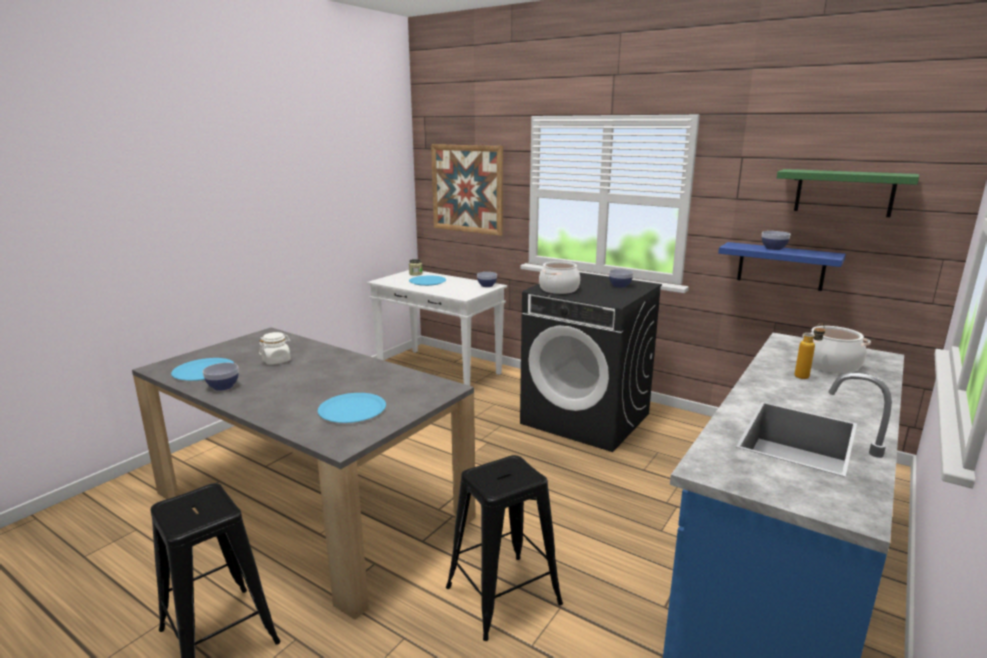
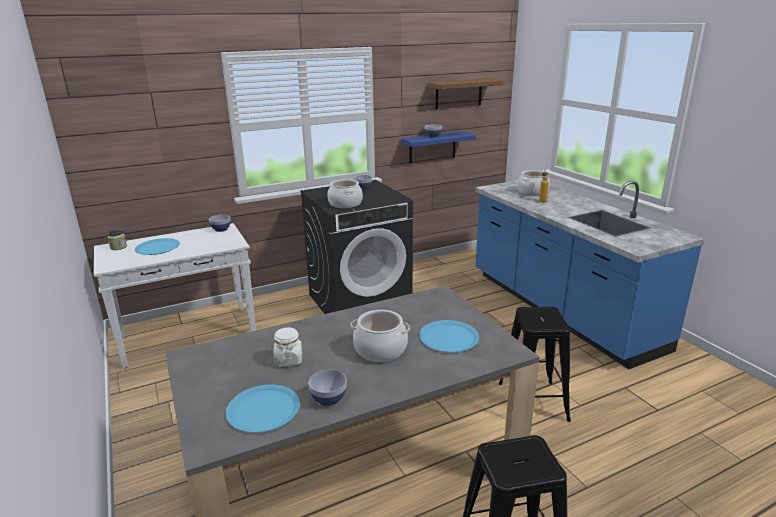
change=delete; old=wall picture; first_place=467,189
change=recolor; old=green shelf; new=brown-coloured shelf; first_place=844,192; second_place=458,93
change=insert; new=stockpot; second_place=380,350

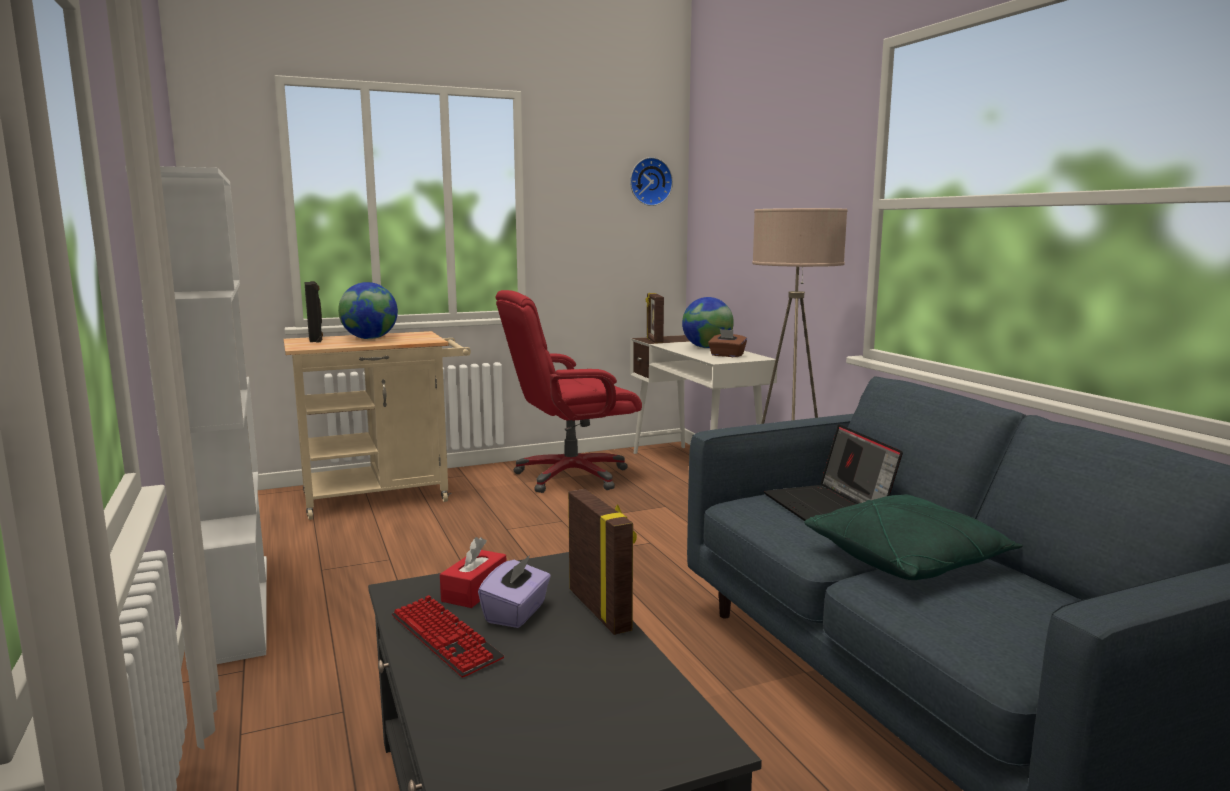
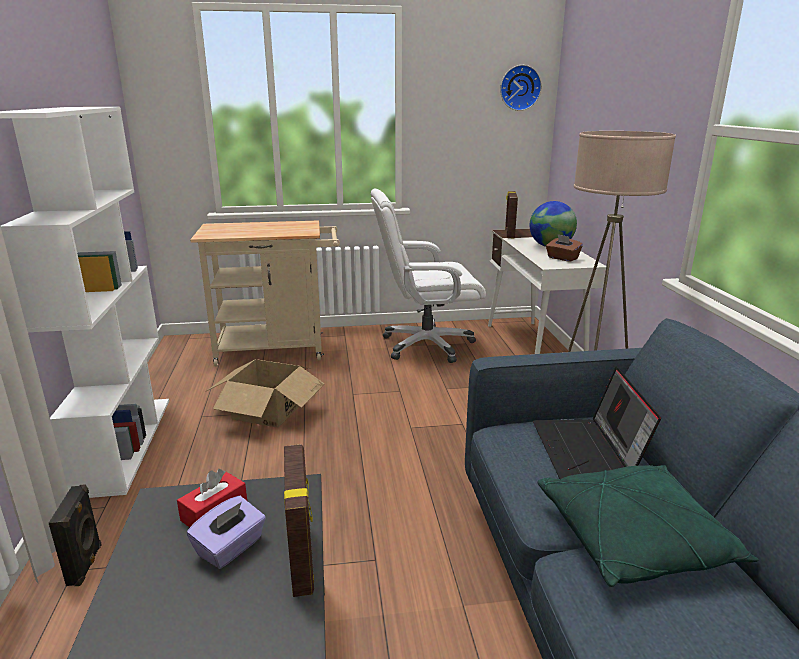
change=move; old=blackish loudspeaker; first_place=316,339; second_place=86,565
change=delete; old=world globe; first_place=370,338
change=delete; old=keyboard; first_place=445,638
change=recolor; old=reddish office chair; new=white office chair; first_place=570,476; second_place=426,345
change=insert; new=packing box; second_place=268,410

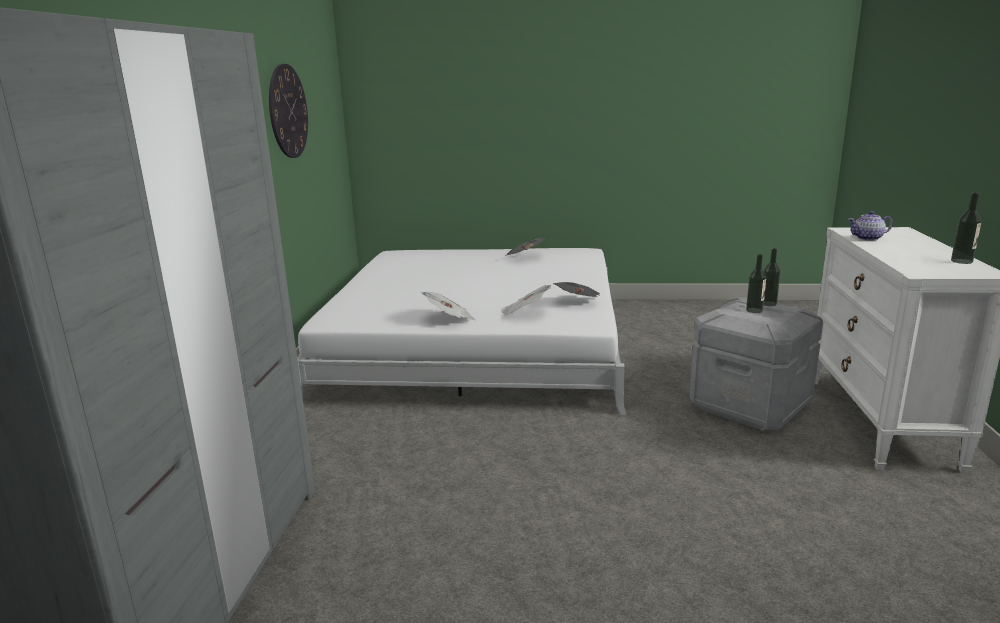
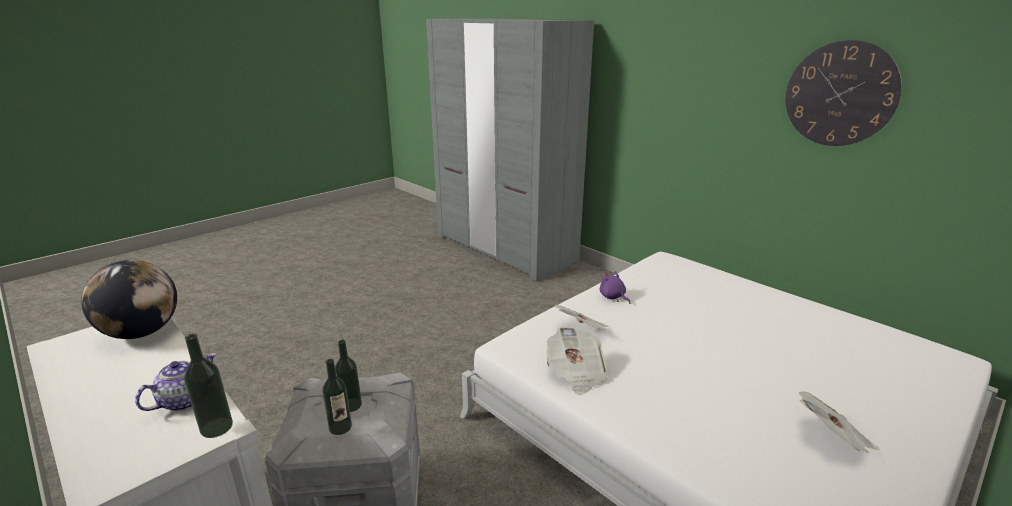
change=replace; old=newspaper; new=purplish cuddly toy; first_place=450,319; second_place=613,297
change=move; old=drink bottle; first_place=961,261; second_place=216,427
change=insert; new=world globe; second_place=142,332

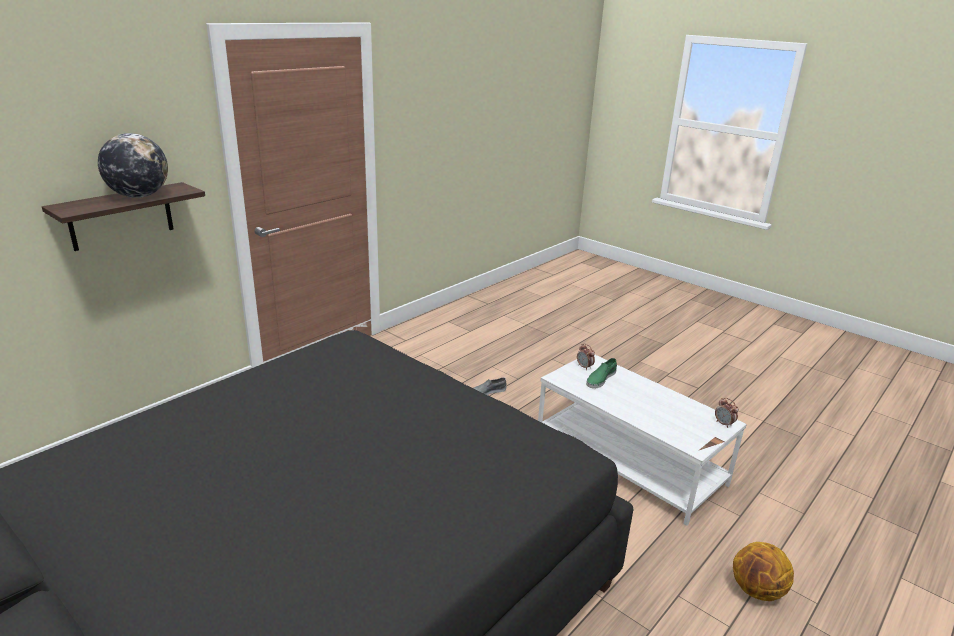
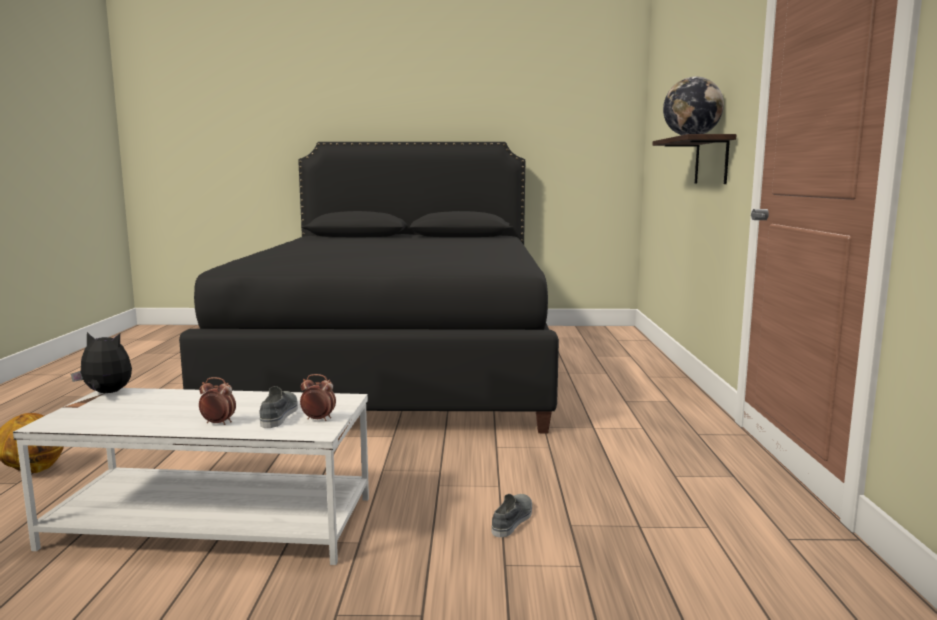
change=recolor; old=green low shoe; new=grey low shoe; first_place=600,379; second_place=279,414
change=move; old=table clock; first_place=724,424; second_place=218,423
change=insert; new=cuddly toy; second_place=106,393

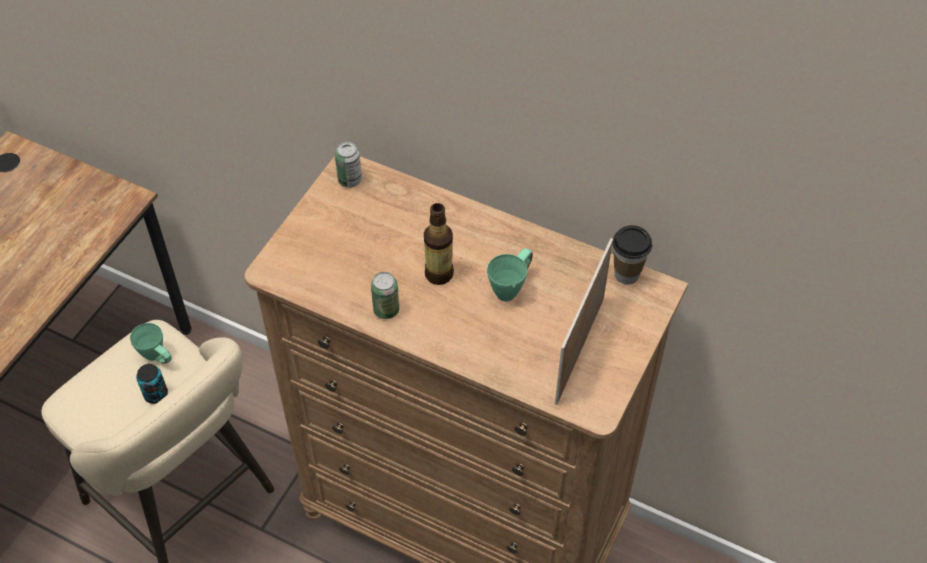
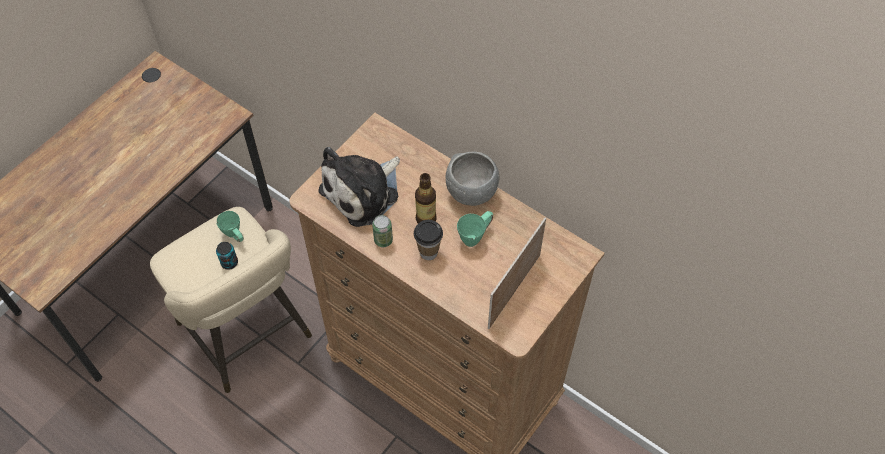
change=delete; old=metal can; first_place=350,180
change=move; old=small cup; first_place=626,274; second_place=428,252
change=insert; new=cuddly toy; second_place=363,191
change=insert; new=grey bowl; second_place=471,193

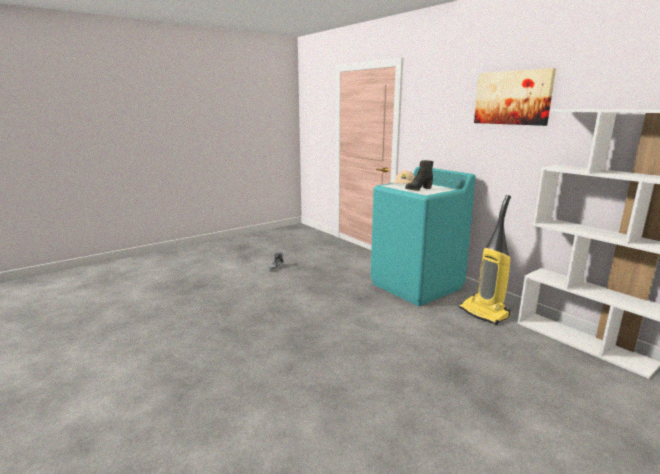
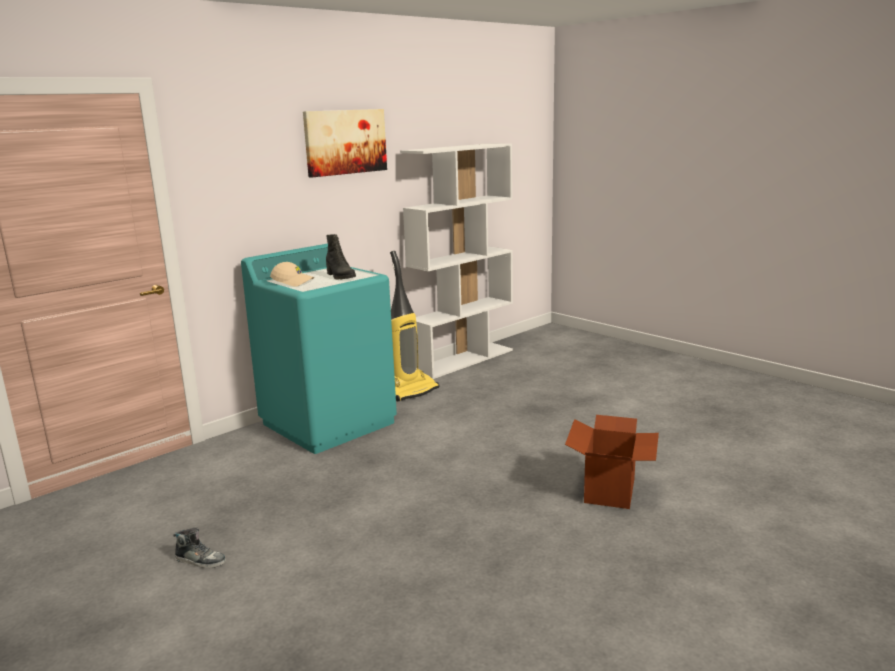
change=insert; new=packing box; second_place=610,490

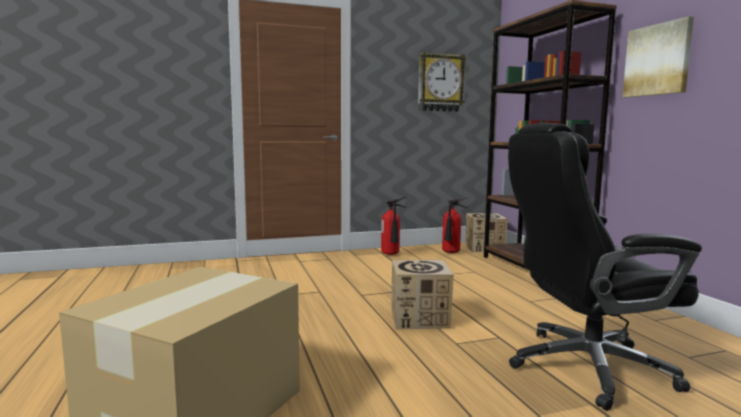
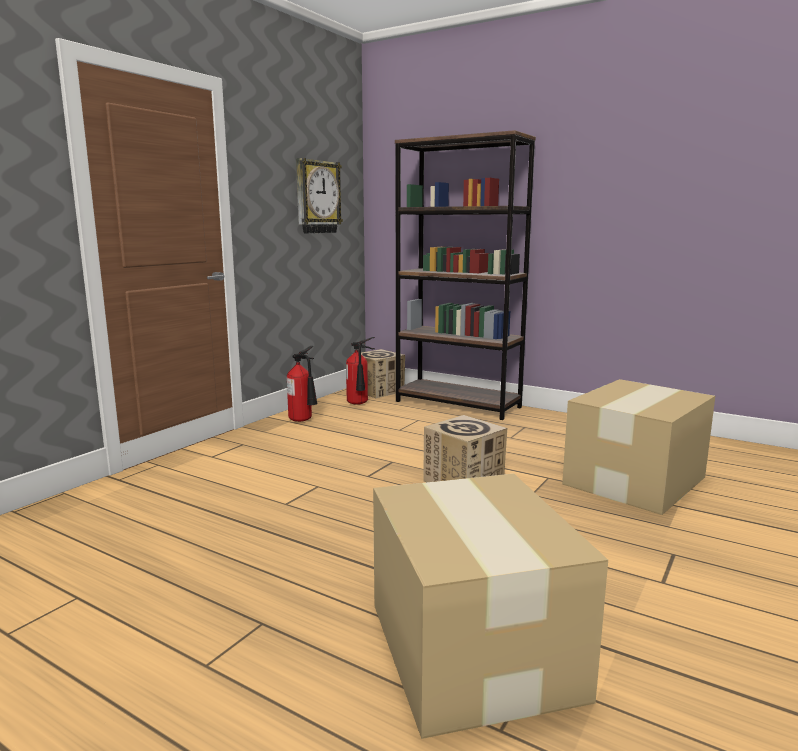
change=replace; old=blackish office chair; new=packing box; first_place=585,367; second_place=632,481
change=delete; old=wall picture; first_place=657,60

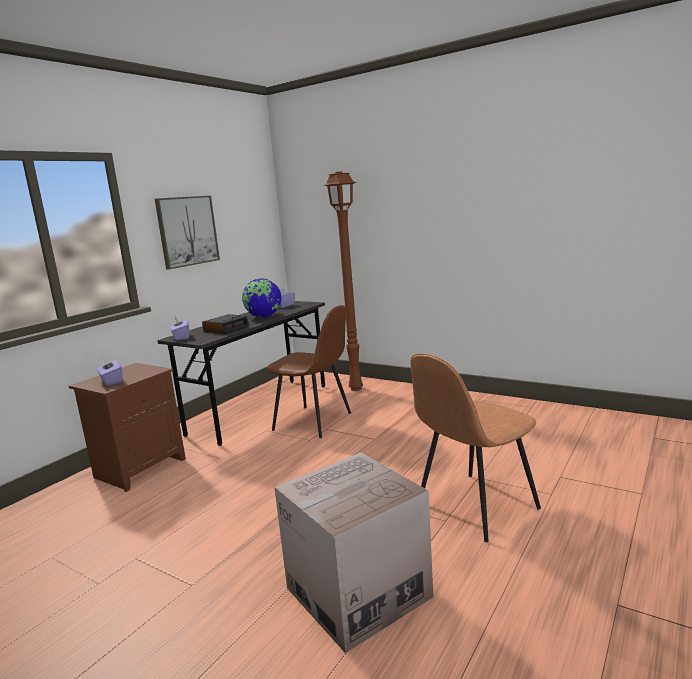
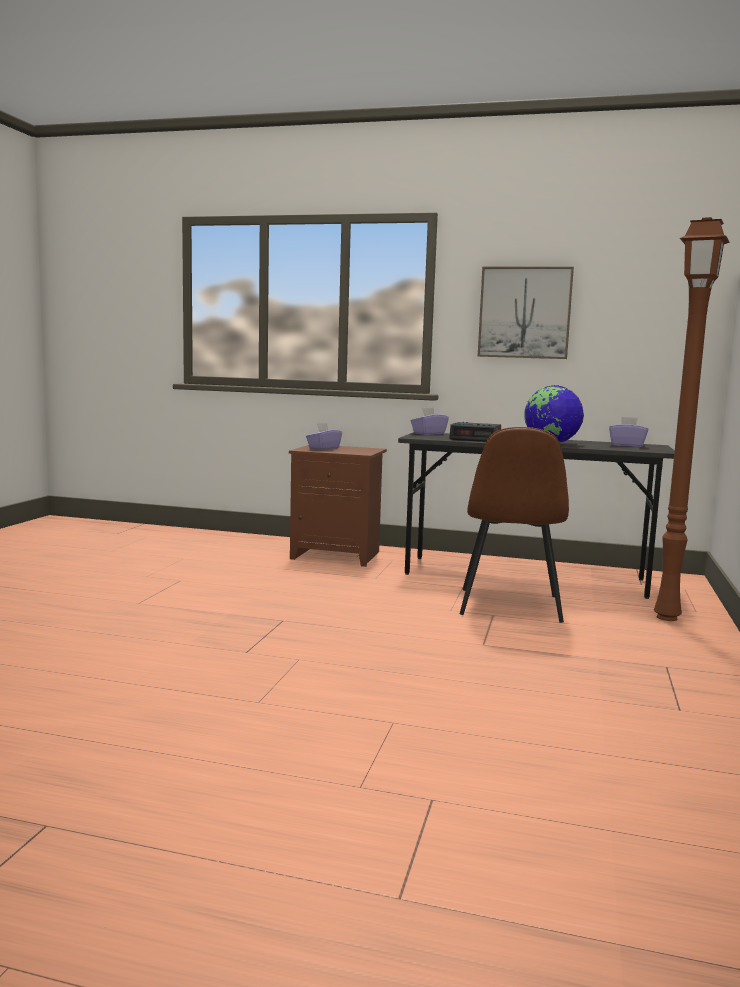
change=delete; old=packing box; first_place=358,592
change=delete; old=brown-coloured upright chair; first_place=475,506

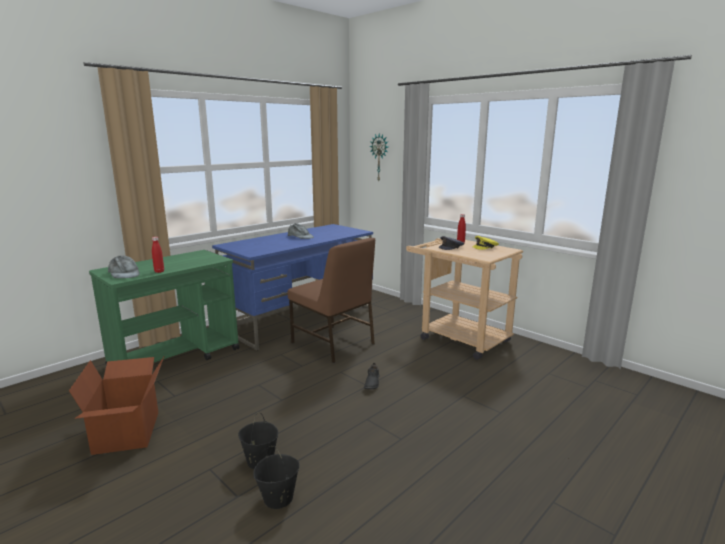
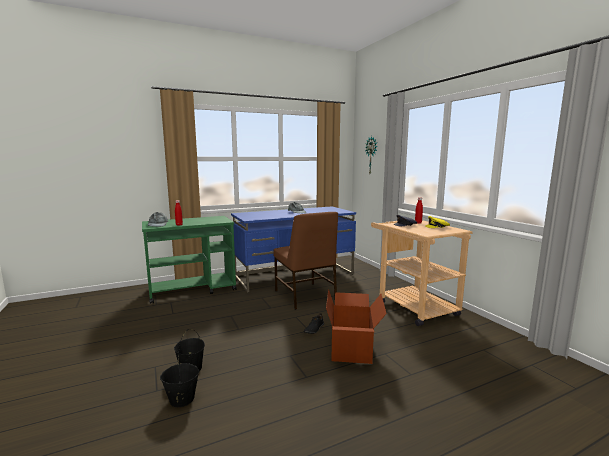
change=move; old=packing box; first_place=128,432; second_place=352,349

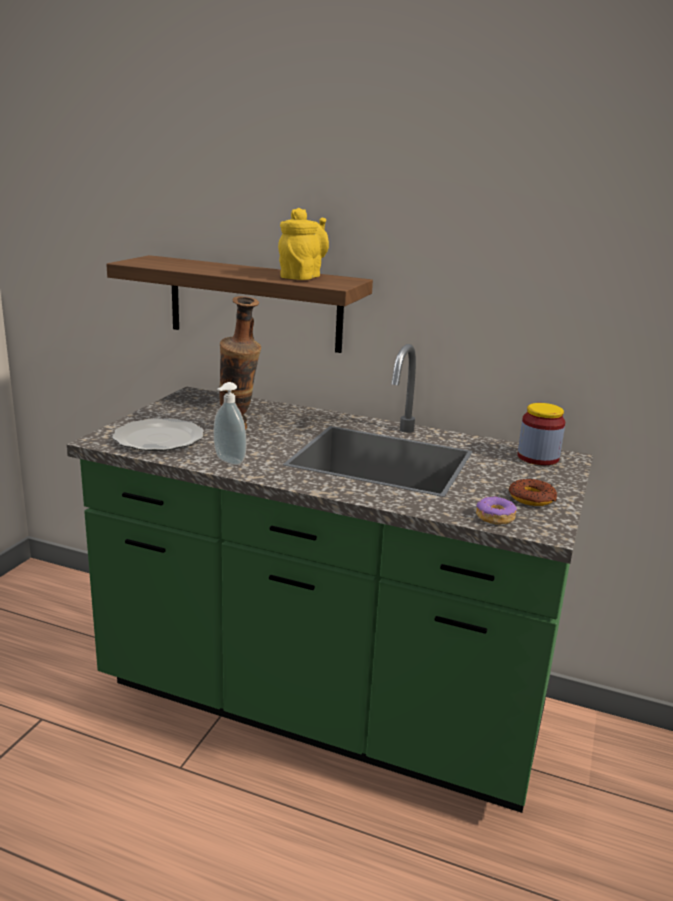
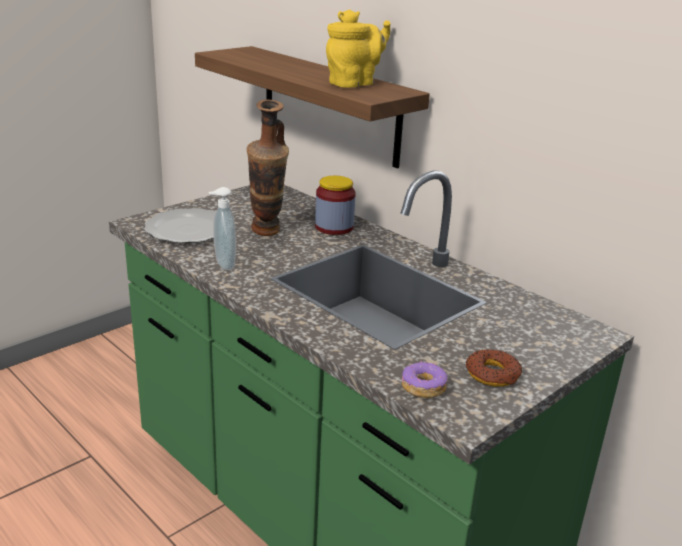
change=move; old=jar; first_place=538,457; second_place=334,227

